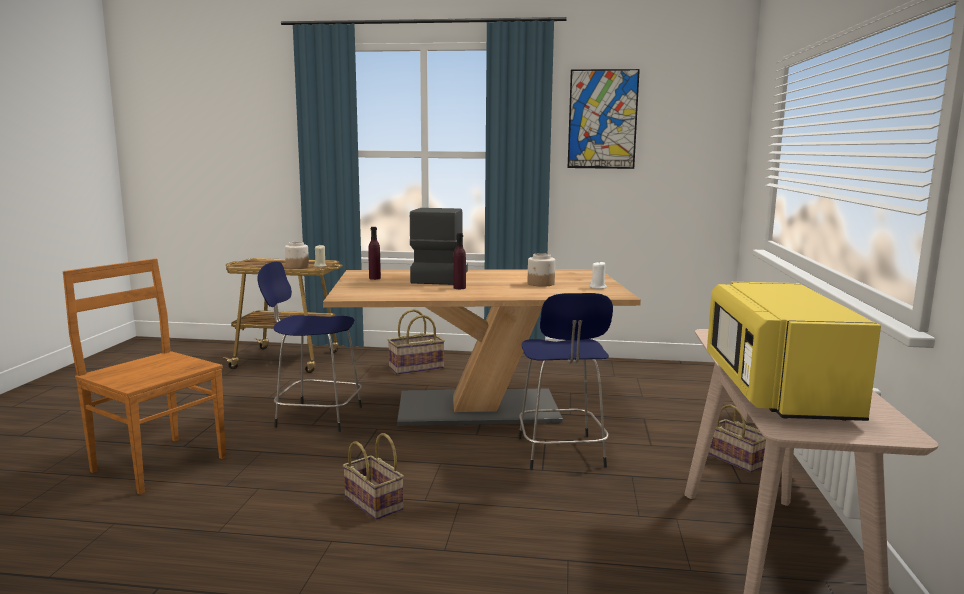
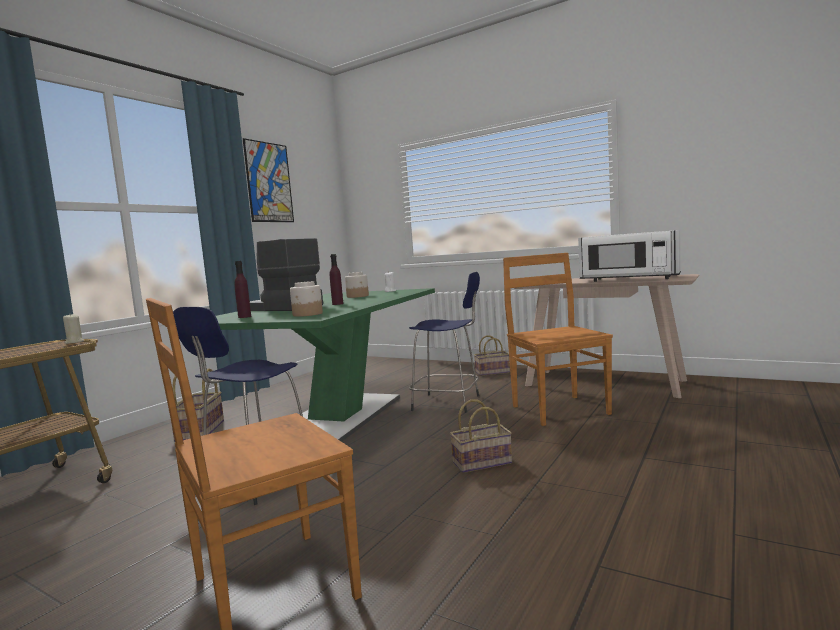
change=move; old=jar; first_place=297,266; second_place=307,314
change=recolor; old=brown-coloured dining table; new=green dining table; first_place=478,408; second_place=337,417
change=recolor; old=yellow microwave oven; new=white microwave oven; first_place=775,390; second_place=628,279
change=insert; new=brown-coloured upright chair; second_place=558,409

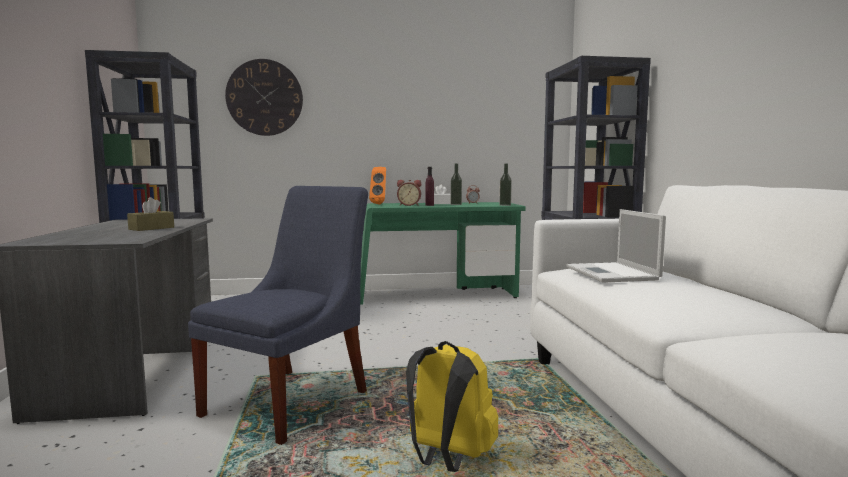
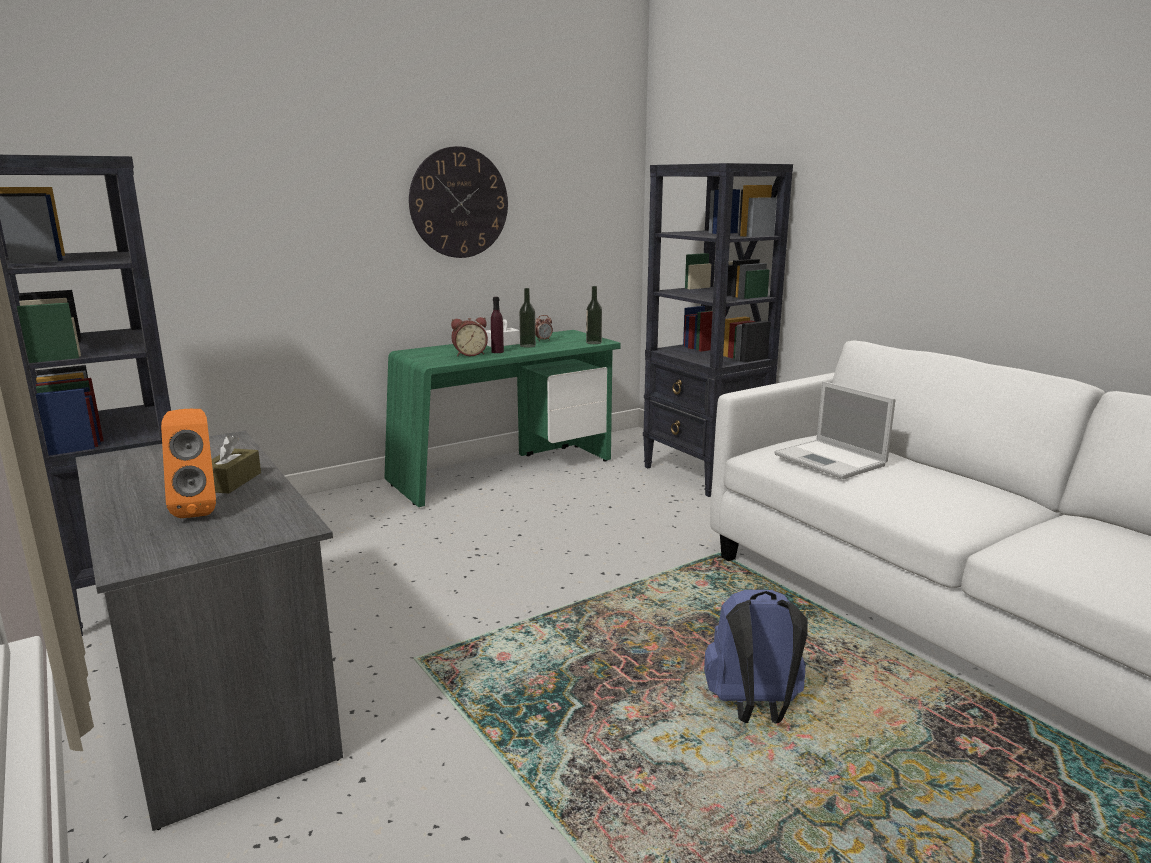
change=delete; old=blue-coloured upright chair; first_place=292,400
change=move; old=wall clock; first_place=264,97; second_place=459,203
change=move; old=orangey loudspeaker; first_place=379,204; second_place=199,509
change=recolor; old=yellow knapsack; new=blue-coloured knapsack; first_place=448,459; second_place=753,708

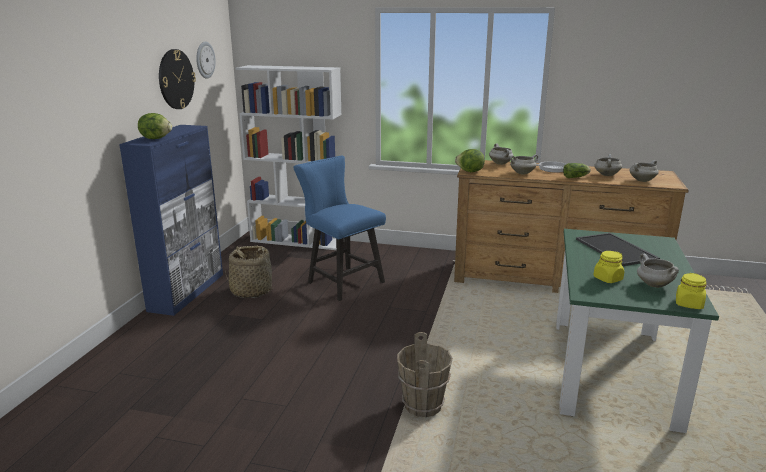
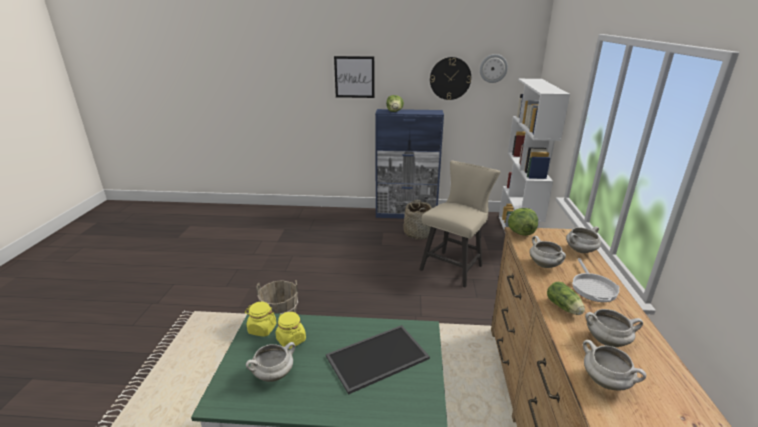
change=recolor; old=blue-coloured upright chair; new=beige upright chair; first_place=341,281; second_place=454,266
change=move; old=yellow jar; first_place=689,304; second_place=262,329
change=insert; new=wall picture; second_place=354,77

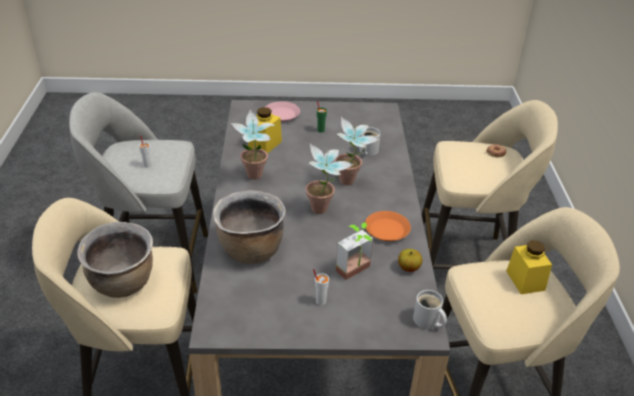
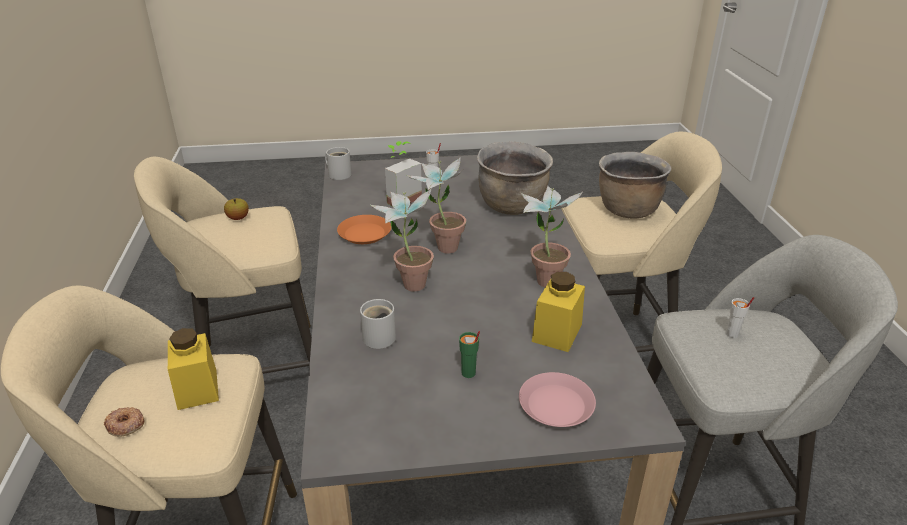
change=move; old=whole apple; first_place=408,268; second_place=238,218
change=move; old=yellow jar; first_place=525,280; second_place=197,389

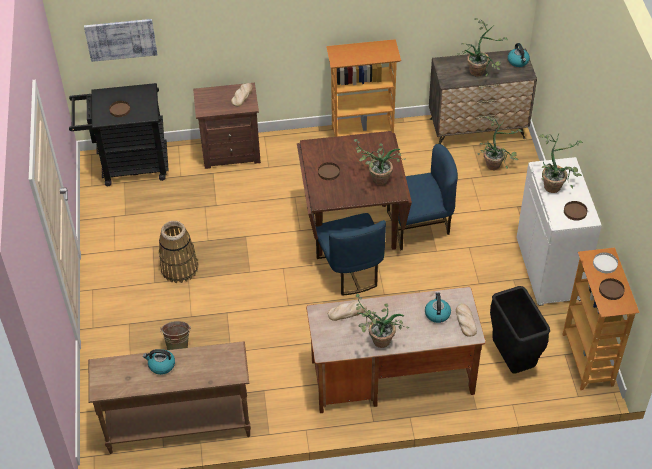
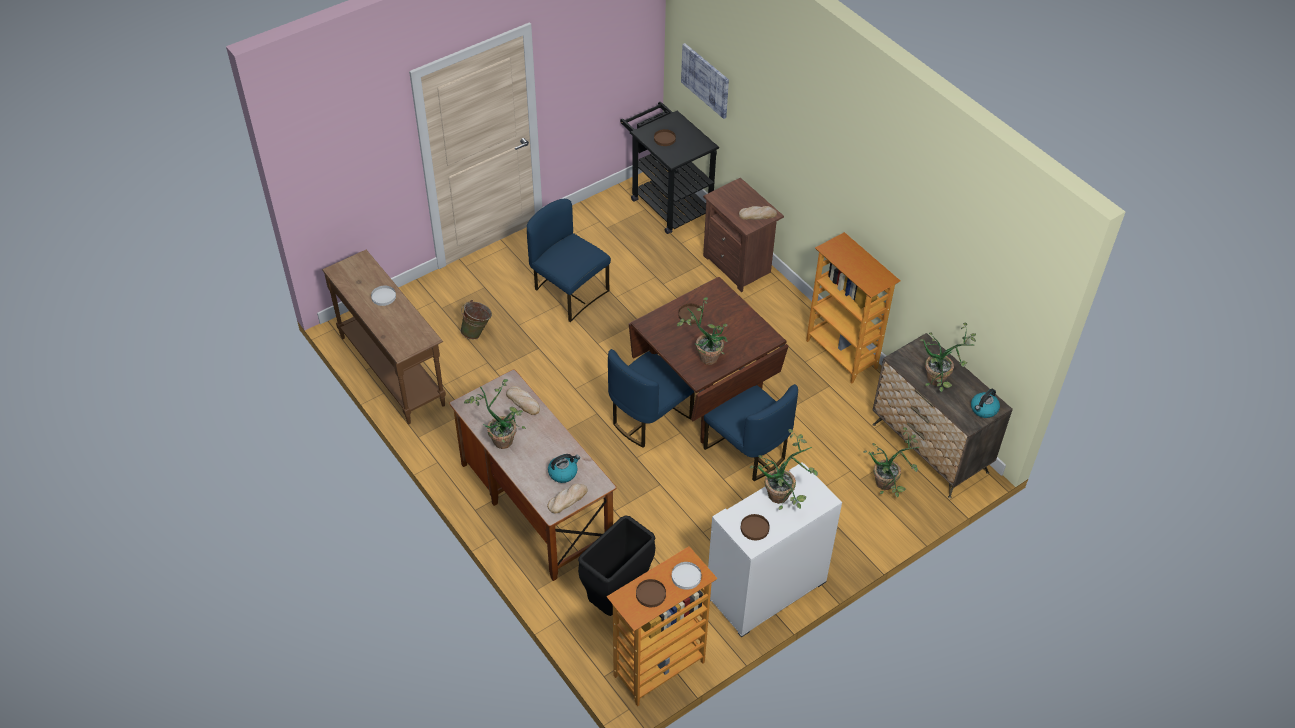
change=replace; old=kettle; new=white dinner plate; first_place=161,365; second_place=383,297
change=replace; old=basket; new=blue-coloured upright chair; first_place=179,268; second_place=568,292

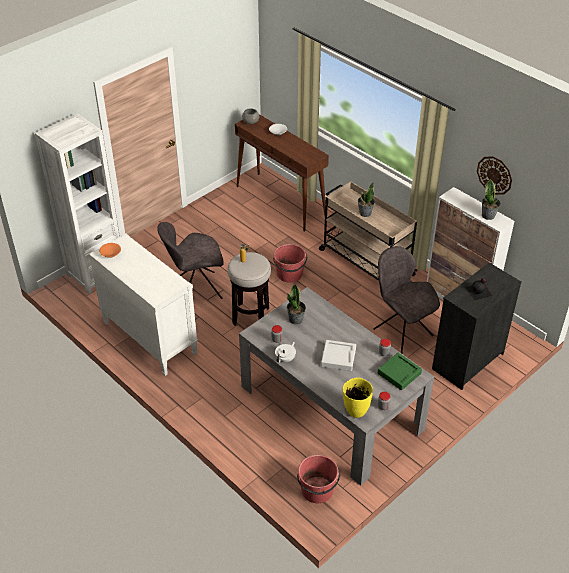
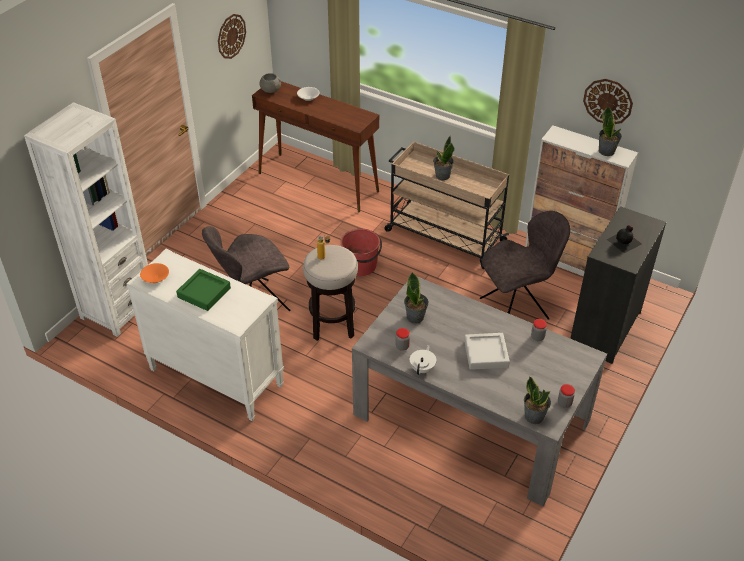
change=delete; old=reddish bucket; first_place=317,490
change=replace; old=yellow decorative vase; new=plant in a pot; first_place=355,411; second_place=534,416
change=rotate; old=grey upright chair; first_place=401,331; second_place=516,308; degrees=120
change=move; old=green serving tray; first_place=399,373; second_place=204,292
change=insert; new=wall clock; second_place=231,36

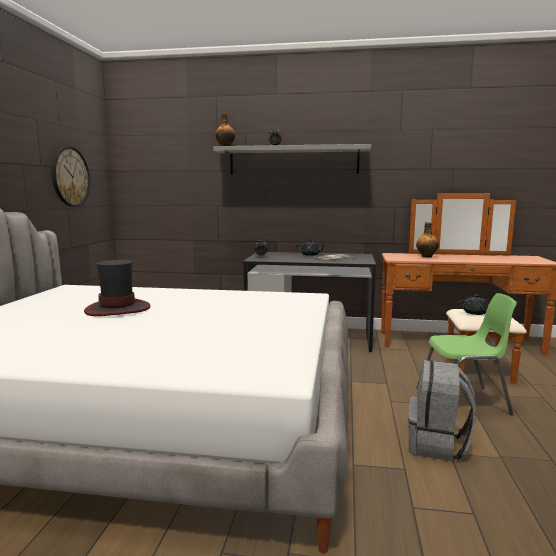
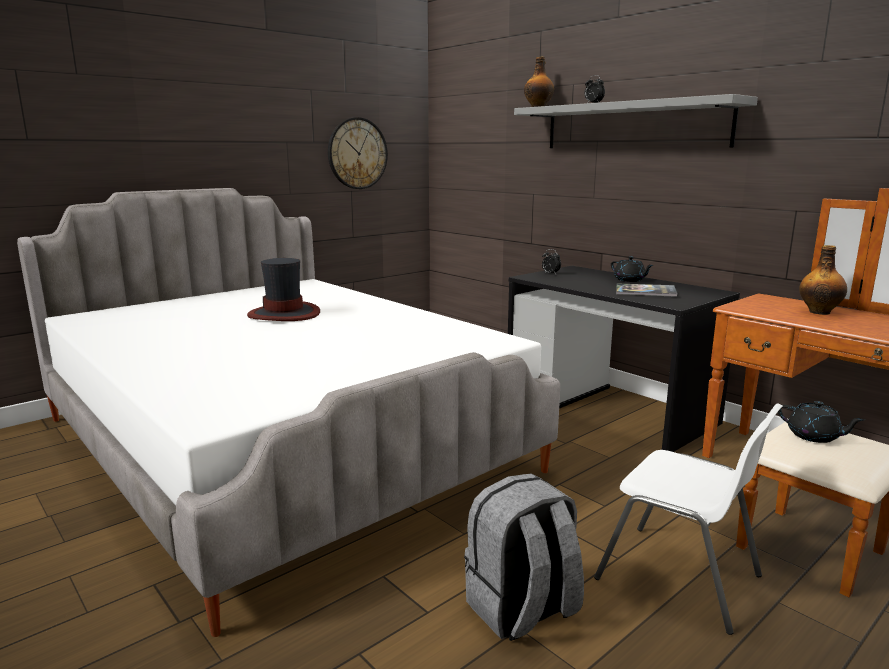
change=recolor; old=green upright chair; new=white upright chair; first_place=463,401; second_place=681,578

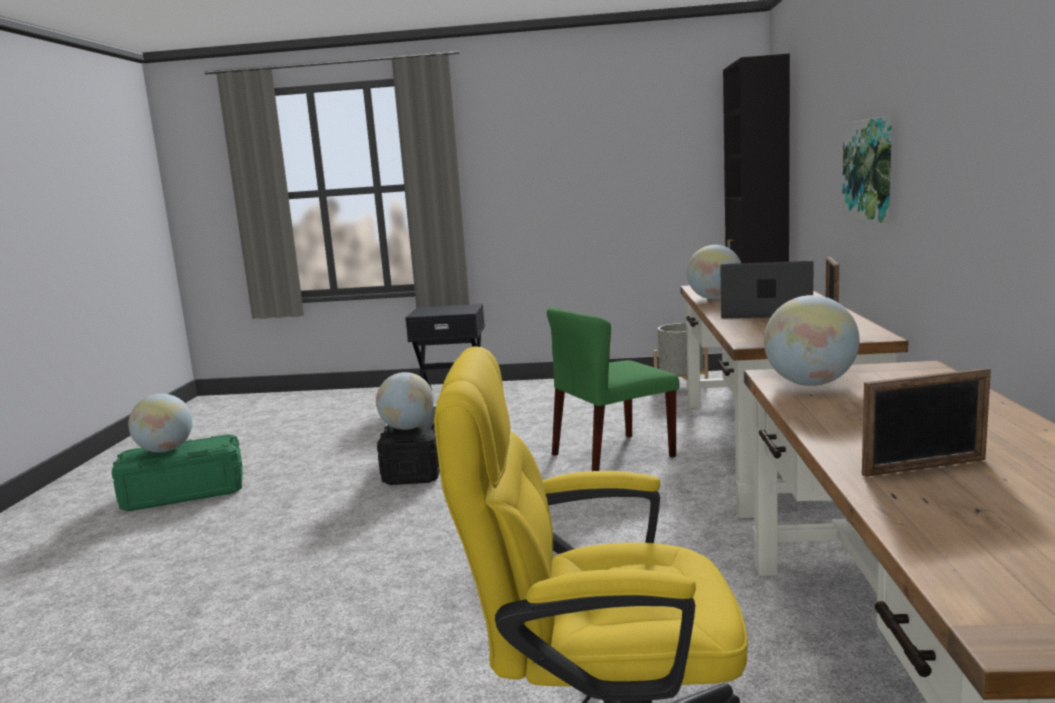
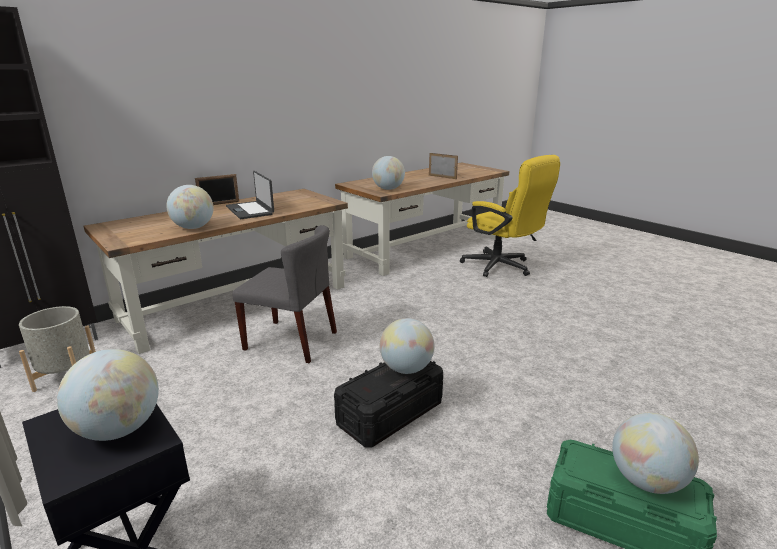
change=recolor; old=green upright chair; new=grey upright chair; first_place=612,456; second_place=292,341
change=delete; old=wall picture; first_place=870,169
change=insert; new=world globe; second_place=119,429

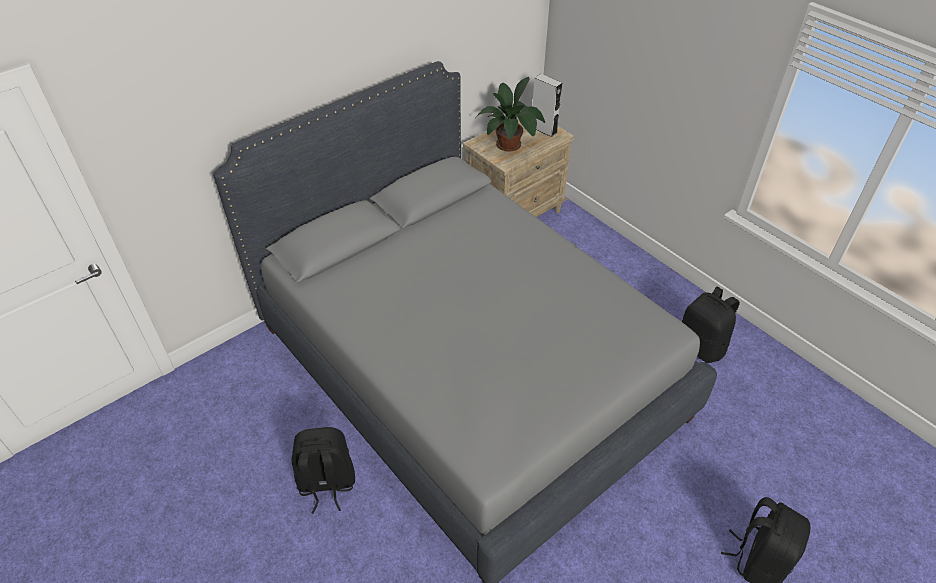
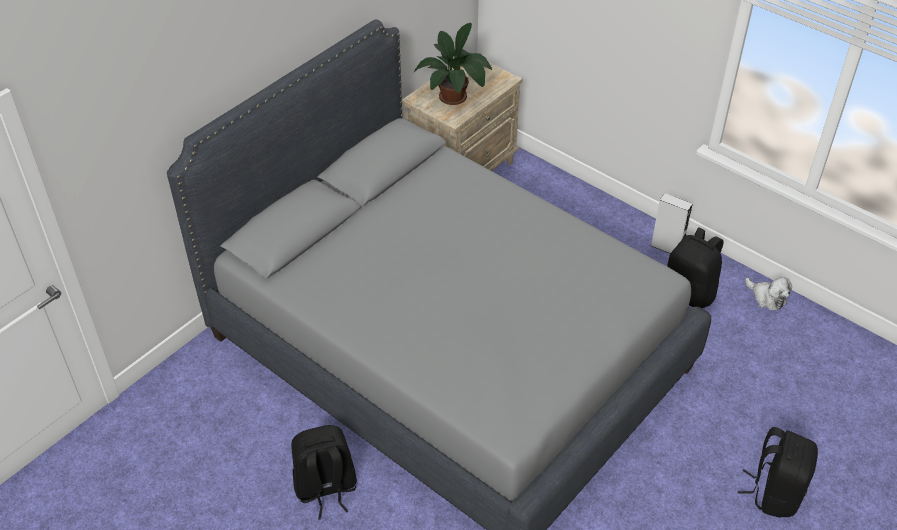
change=move; old=grey loudspeaker; first_place=544,129; second_place=666,247
change=insert; new=cuddly toy; second_place=767,298

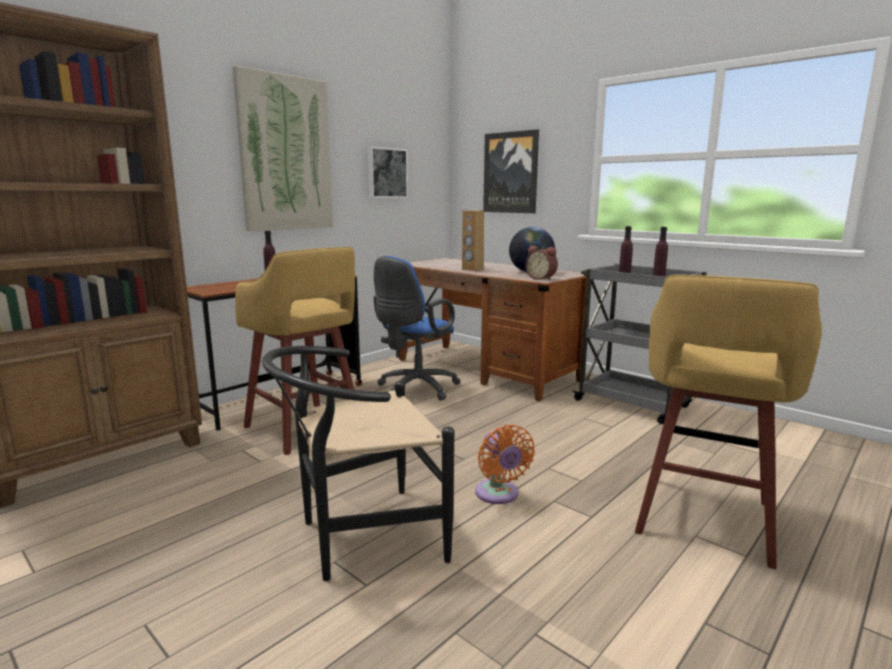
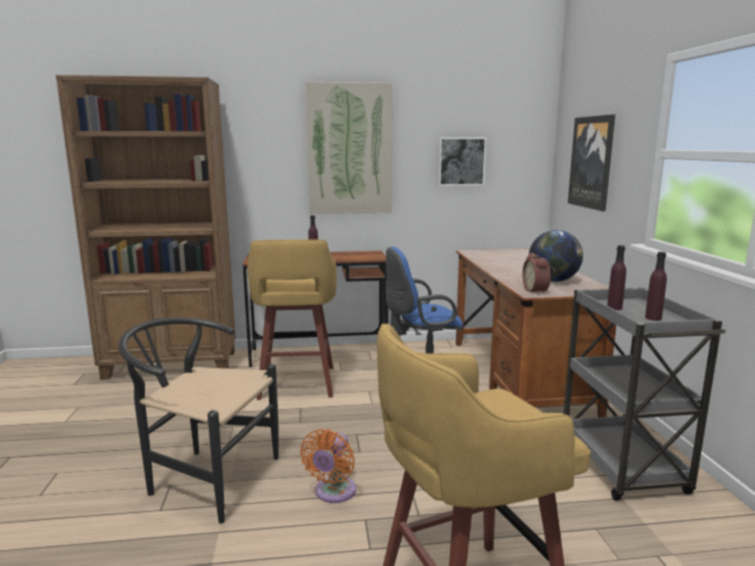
change=delete; old=brown-coloured loudspeaker; first_place=472,269

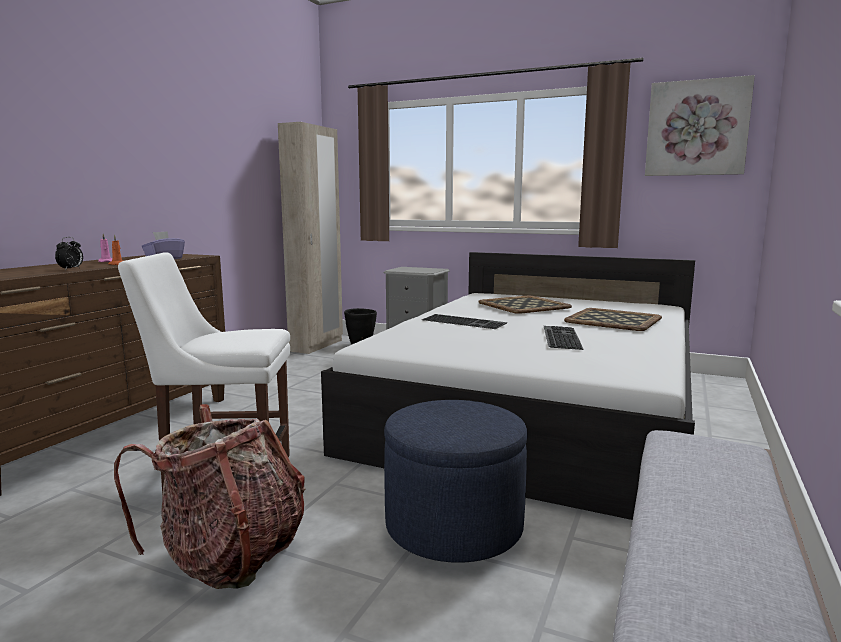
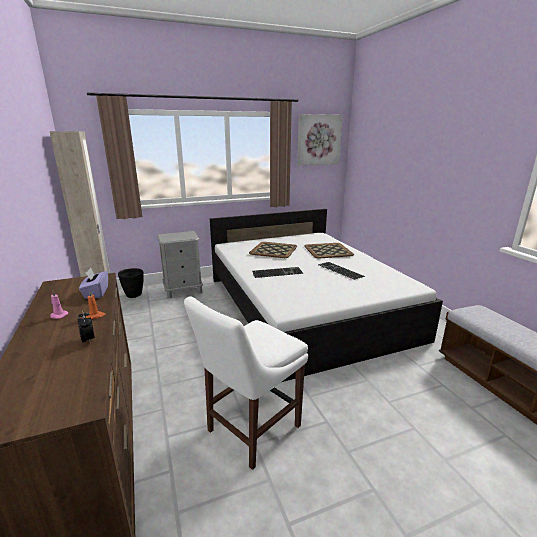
change=delete; old=knapsack; first_place=229,555
change=delete; old=blue-coloured pouffe; first_place=454,526

